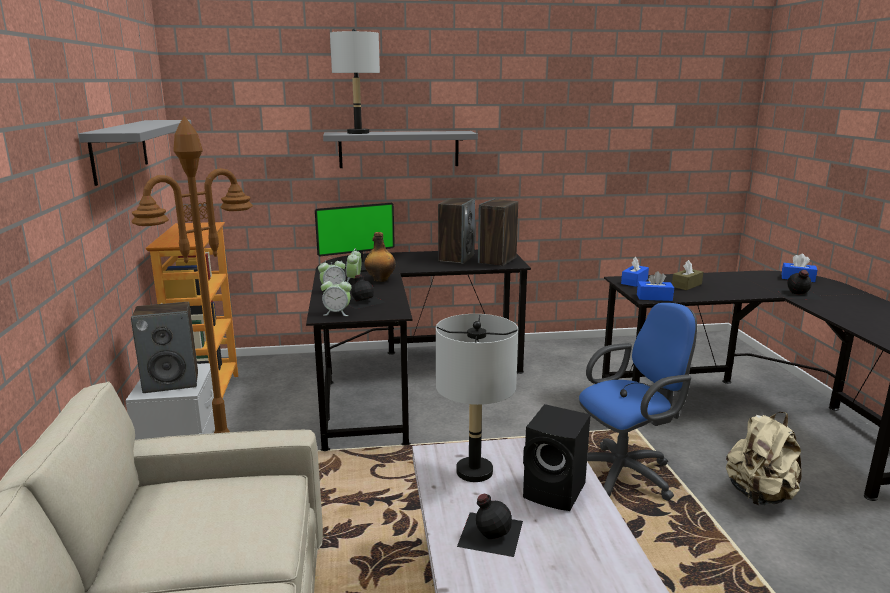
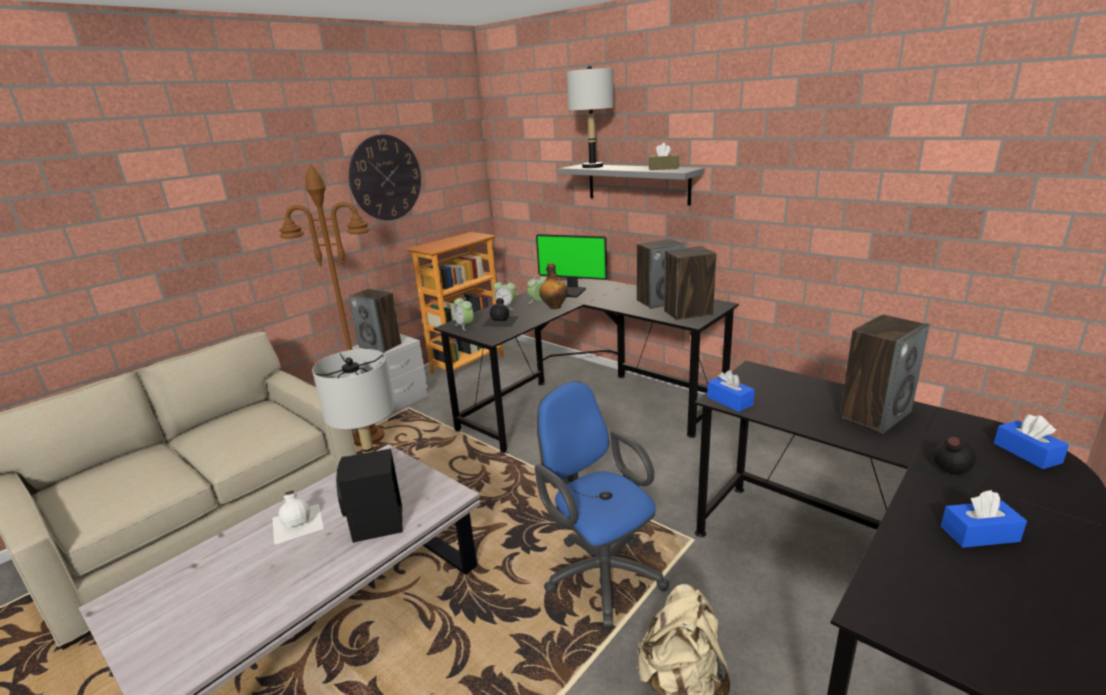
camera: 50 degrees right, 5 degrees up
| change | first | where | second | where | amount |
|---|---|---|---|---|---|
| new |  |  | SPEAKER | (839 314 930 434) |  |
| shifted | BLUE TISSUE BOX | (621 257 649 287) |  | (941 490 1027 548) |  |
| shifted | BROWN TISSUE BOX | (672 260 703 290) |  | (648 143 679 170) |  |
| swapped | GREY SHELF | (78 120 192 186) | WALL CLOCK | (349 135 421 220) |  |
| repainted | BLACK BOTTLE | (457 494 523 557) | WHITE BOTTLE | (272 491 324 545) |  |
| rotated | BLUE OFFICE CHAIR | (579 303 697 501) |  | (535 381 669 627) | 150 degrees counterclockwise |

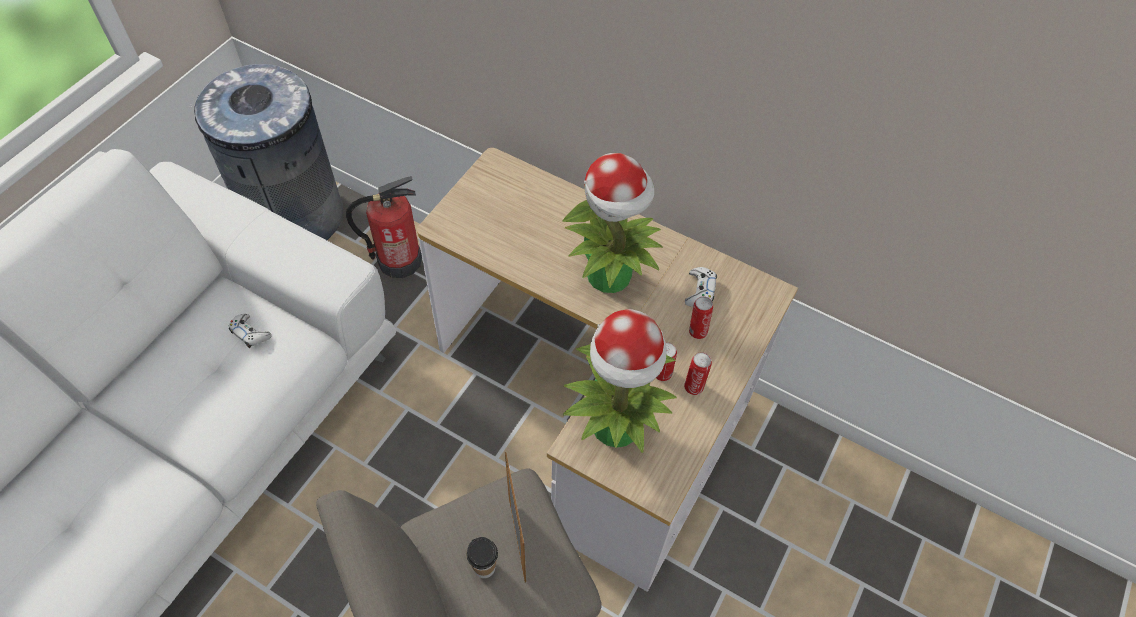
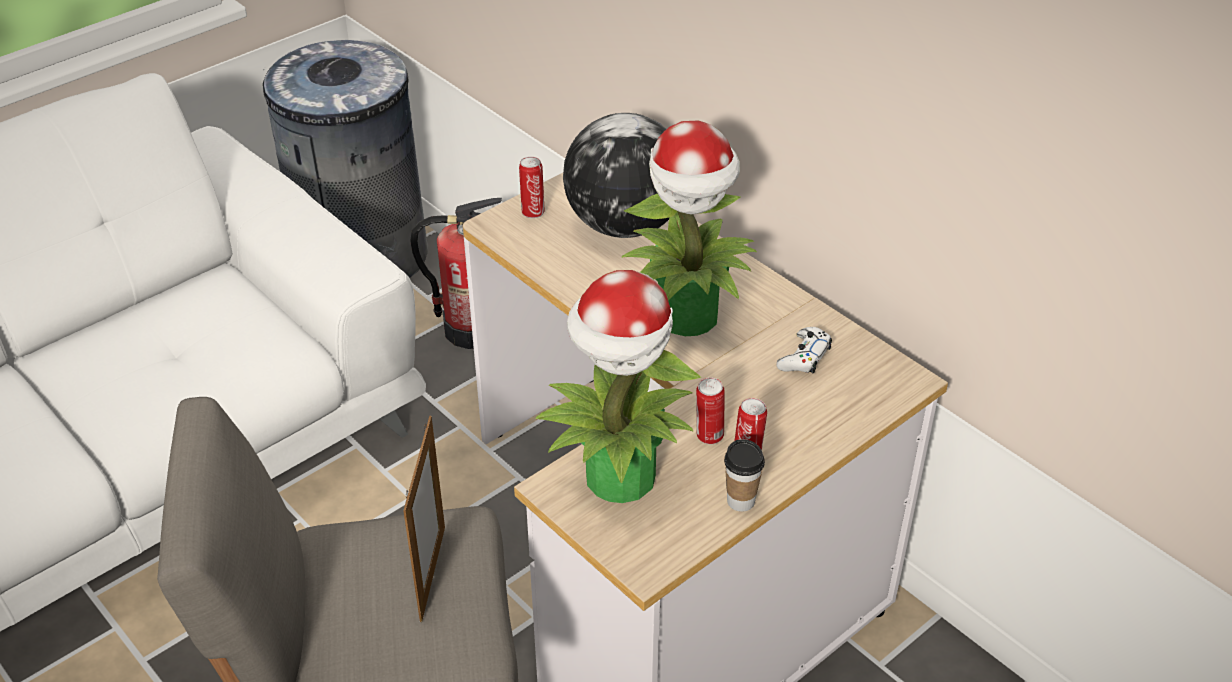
camera: 20 degrees right, 15 degrees down
| change | first | where | second | where | amount |
|---|---|---|---|---|---|
| gone | WHITE GAME CONTROLLER | (228 314 271 348) |  |  |  |
| new |  |  | GLOBE | (563 113 669 238) |  |
| shifted | CUP | (467 537 498 578) |  | (724 439 765 512) |  |
| shifted | CAN | (689 296 713 339) |  | (519 157 545 218) |  |

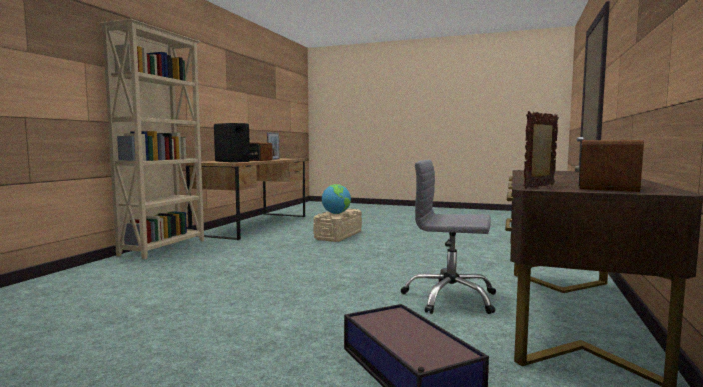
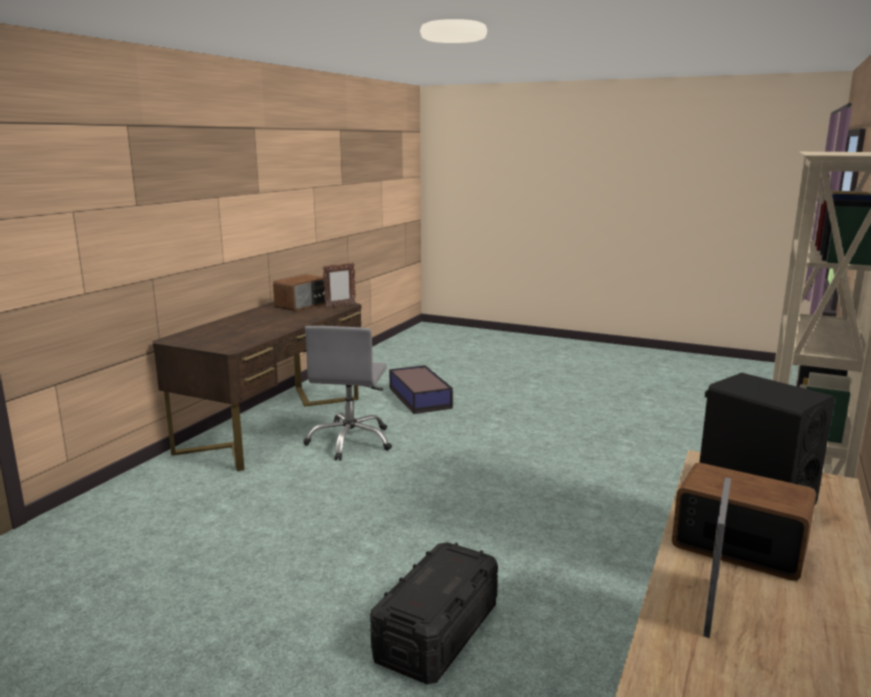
camera: 175 degrees left, 10 degrees up
| change | first | where | second | where | amount |
|---|---|---|---|---|---|
| gone | GLOBE | (322 184 351 214) |  |  |  |
| repainted | BEIGE STORAGE BOX | (313 209 362 242) | BLACK STORAGE BOX | (370 542 498 685) |  |
| rotated | GREY OFFICE CHAIR | (401 160 496 314) |  | (303 326 392 461) | 75 degrees clockwise |

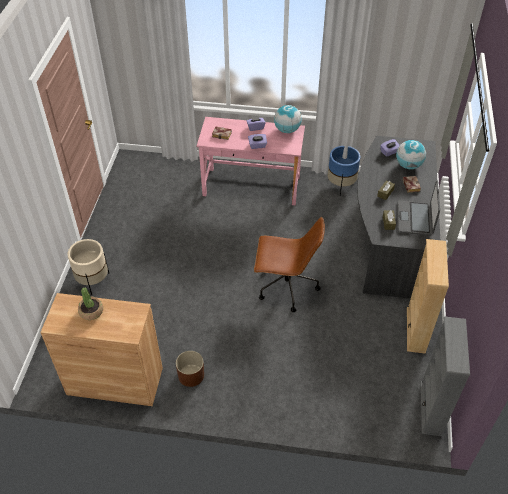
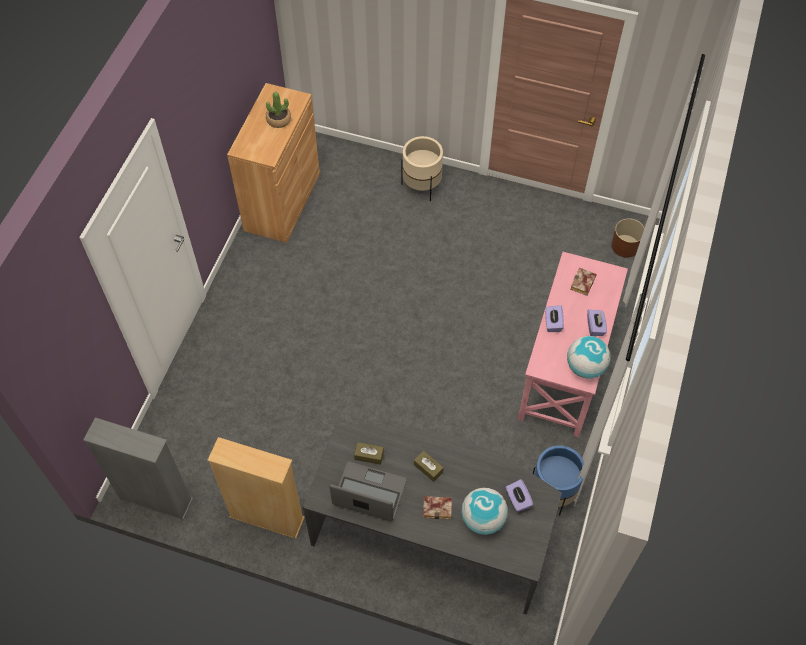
camera: 100 degrees right, 10 degrees up
| change | first | where | second | where | amount |
|---|---|---|---|---|---|
| gone | BROWN OFFICE CHAIR | (254 217 325 312) |  |  |  |
| shifted | BROWN PLANTER | (176 351 204 387) |  | (611 218 644 258) |  |

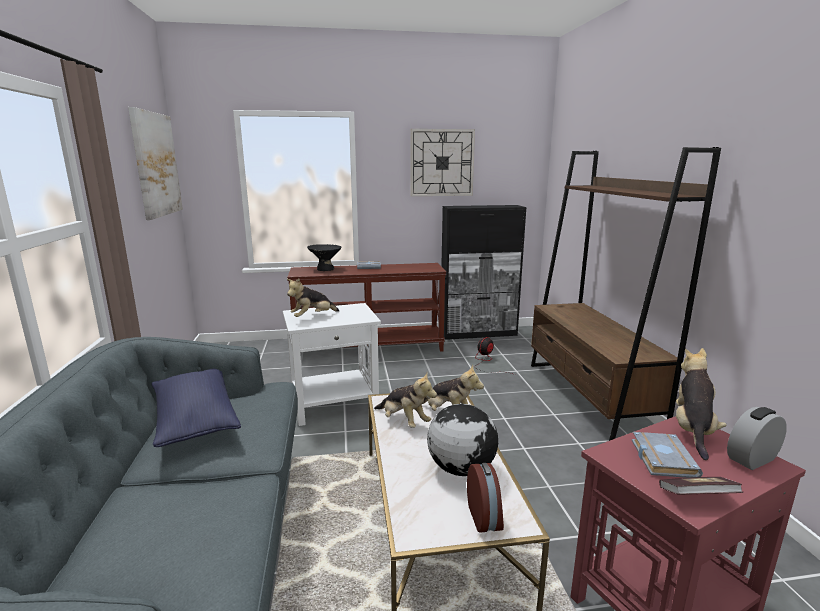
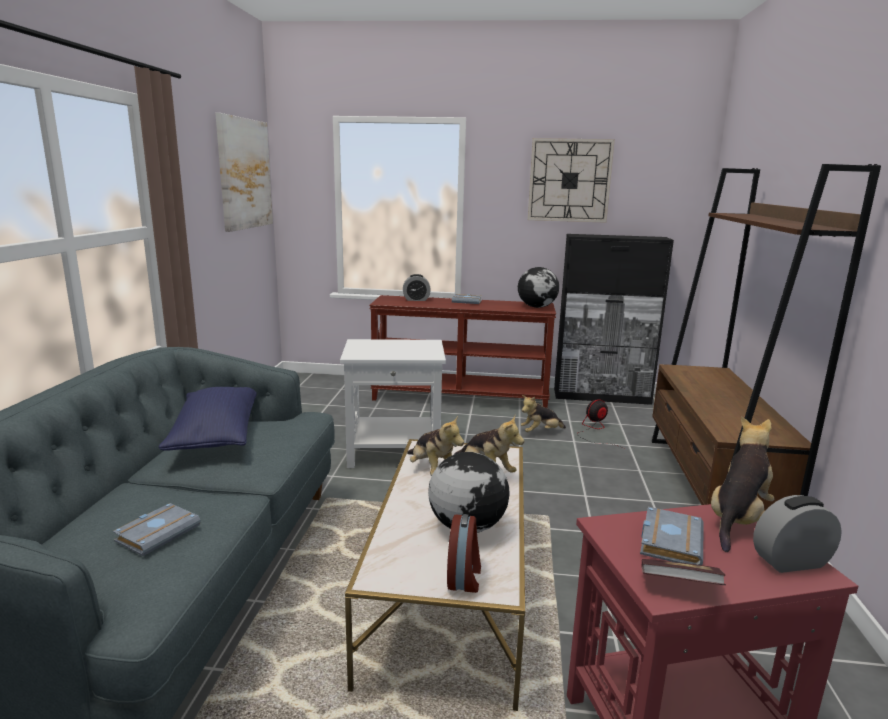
camera: 15 degrees right, 0 degrees up
| change | first | where | second | where | amount |
|---|---|---|---|---|---|
| new |  |  | GREY BOOK | (113 503 201 556) |  |
| new |  |  | GLOBE | (518 267 559 308) |  |
| shifted | PLUSH TOY | (287 278 340 317) |  | (520 395 566 432) |  |
| swapped | BLACK BOWL | (307 244 341 271) | ALARM CLOCK | (403 274 431 301) |  |

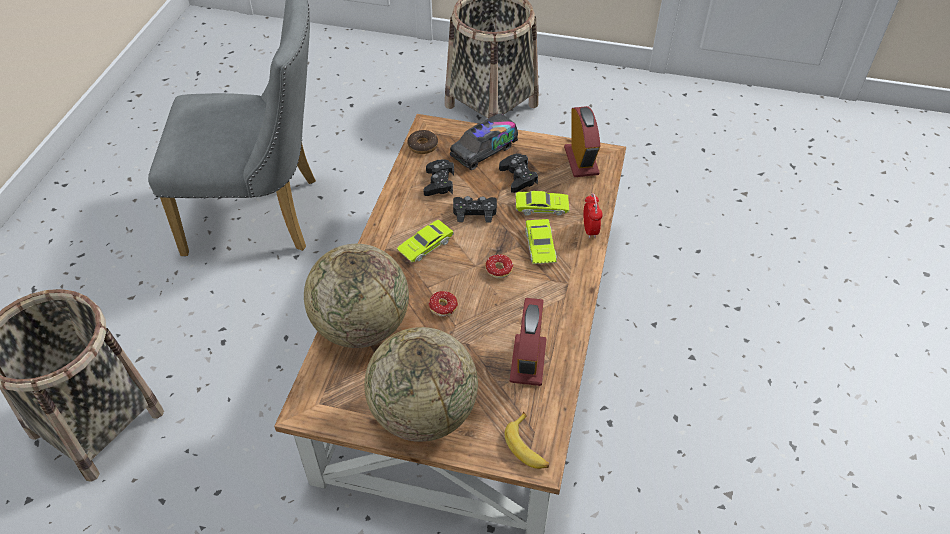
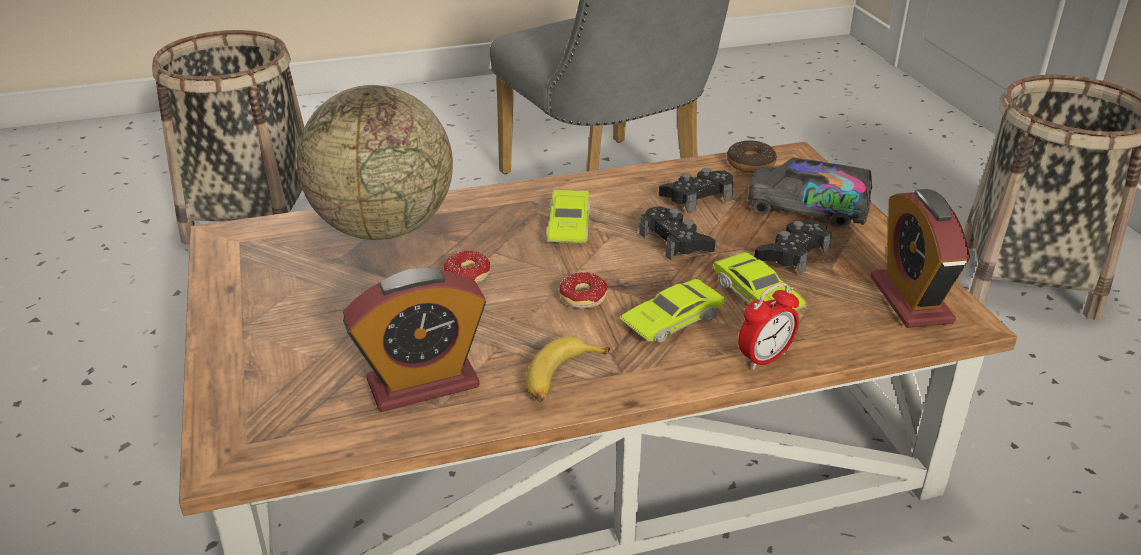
camera: 60 degrees right, 15 degrees down
| change | first | where | second | where | amount |
|---|---|---|---|---|---|
| gone | GLOBE | (364 327 478 442) |  |  |  |
| shifted | BANANA | (504 412 549 469) |  | (526 336 610 402) |  |
| rotated | GREEN TOY CAR | (397 220 454 263) |  | (546 190 590 243) | 105 degrees counterclockwise |
| rotated | ALARM CLOCK | (564 106 600 177) |  | (870 189 970 328) | 120 degrees clockwise |

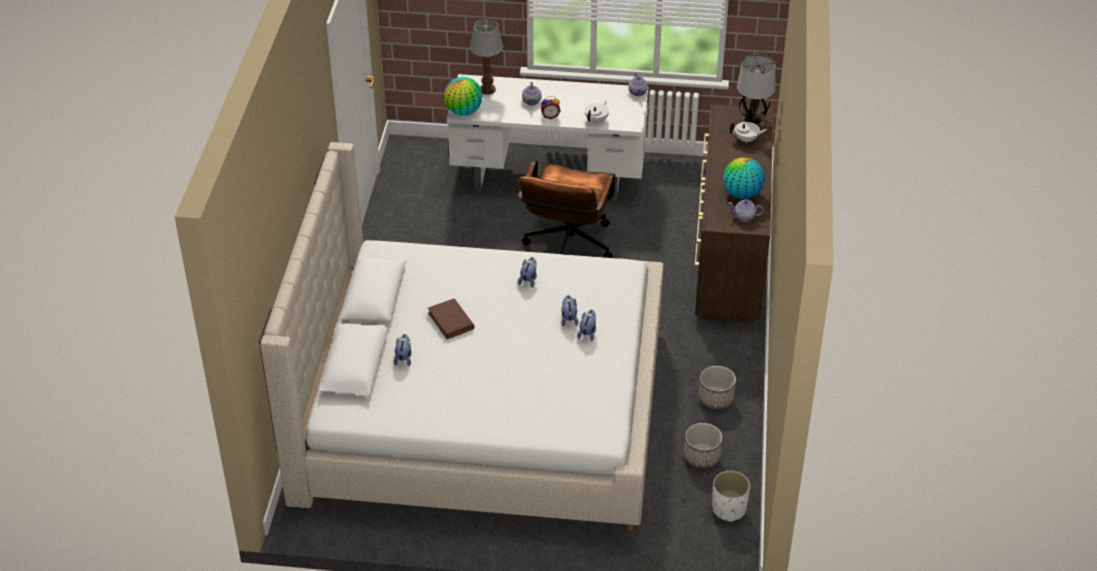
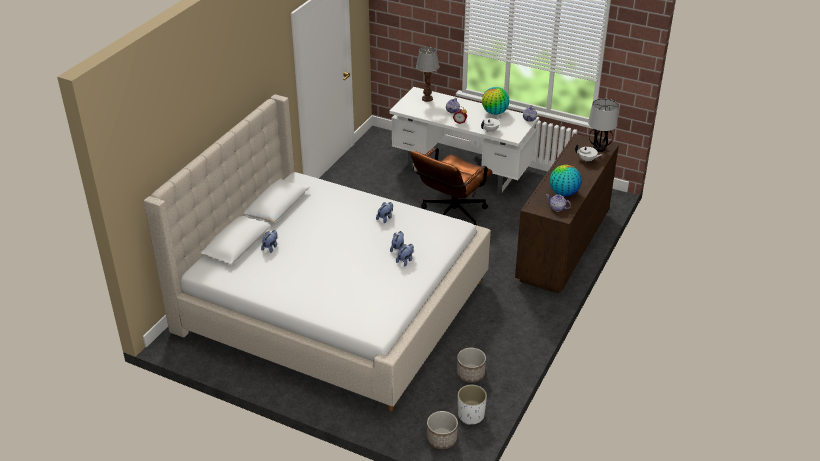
camera: 20 degrees right, 5 degrees down
| change | first | where | second | where | amount |
|---|---|---|---|---|---|
| gone | BROWN BOOK | (428 299 475 339) |  |  |  |
| shifted | GLOBE | (444 77 483 116) |  | (482 87 509 115) |  |
| shifted | PLANTER | (699 366 736 409) |  | (427 411 458 449) |  |

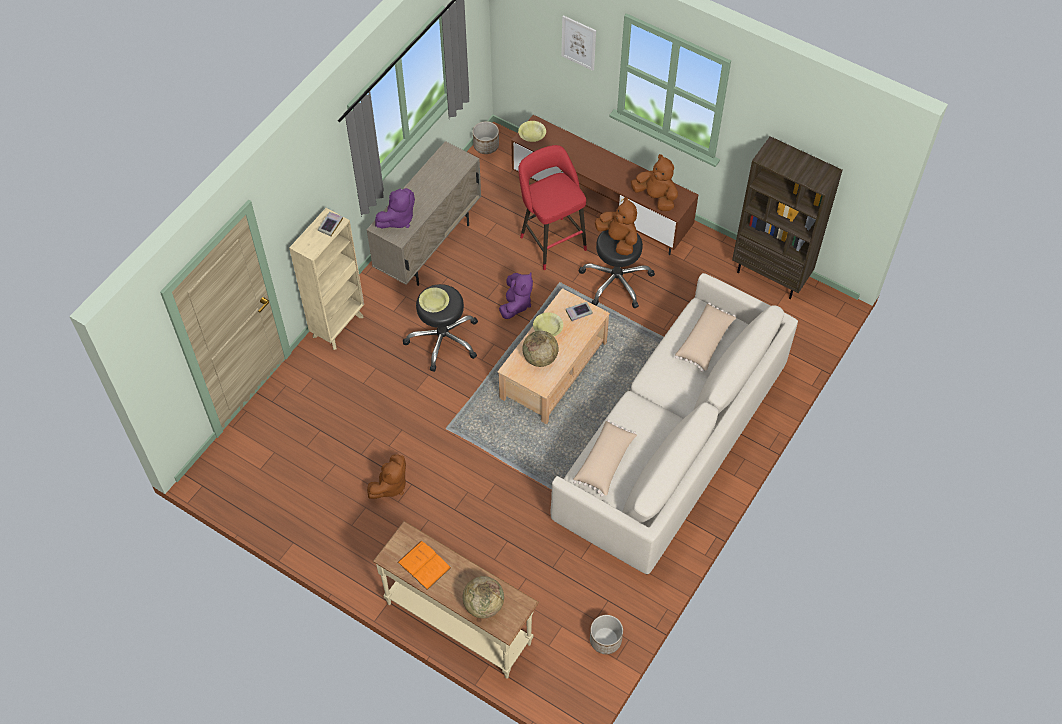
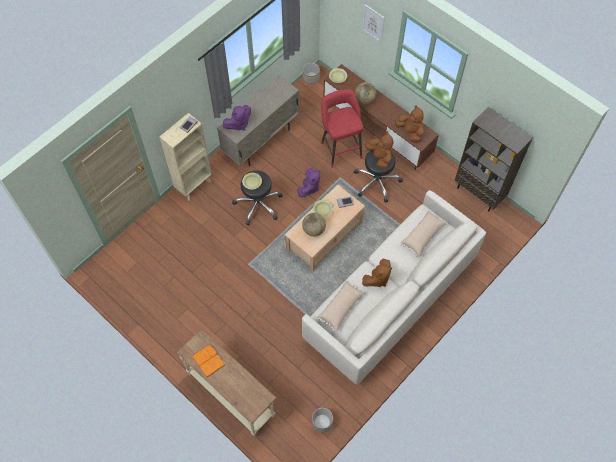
camera: 10 degrees right, 5 degrees up
| change | first | where | second | where | amount |
|---|---|---|---|---|---|
| shifted | BROWN PLUSH TOY | (367 454 406 499) |  | (362 259 392 287) |  |
| shifted | GLOBE | (463 576 504 618) |  | (355 82 377 104) |  |

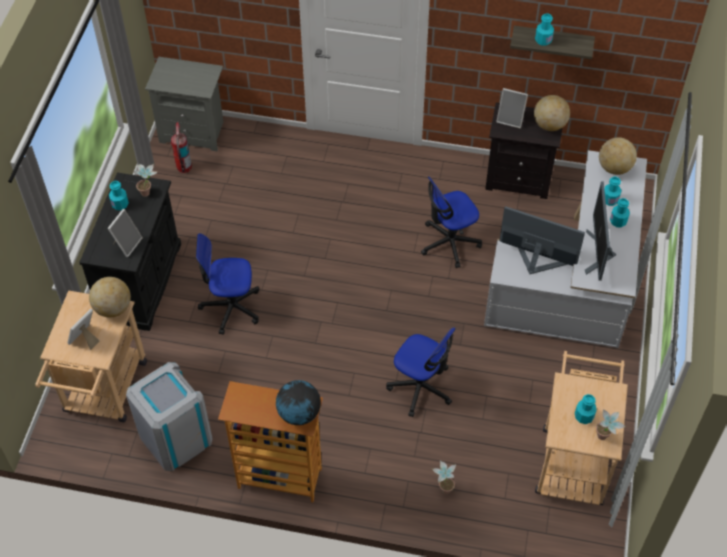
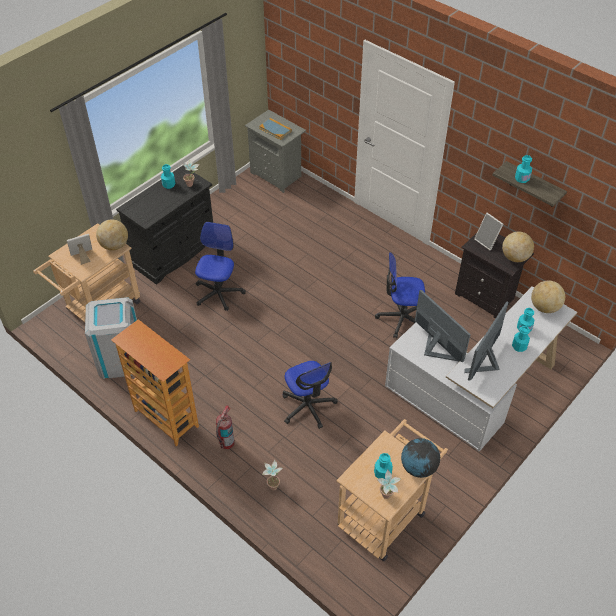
camera: 30 degrees right, 5 degrees down
| change | first | where | second | where | amount |
|---|---|---|---|---|---|
| gone | PICTURE FRAME | (108 209 143 257) |  |  |  |
| new |  |  | BOOK | (259 118 292 140) |  |
| shifted | FIRE EXTINGUISHER | (171 122 192 173) |  | (216 405 234 449) |  |
| shifted | GLOBE | (276 380 321 425) |  | (401 438 440 478) |  |
| rotated | OFFICE CHAIR | (196 233 259 335) |  | (195 222 246 311) | 75 degrees clockwise |

